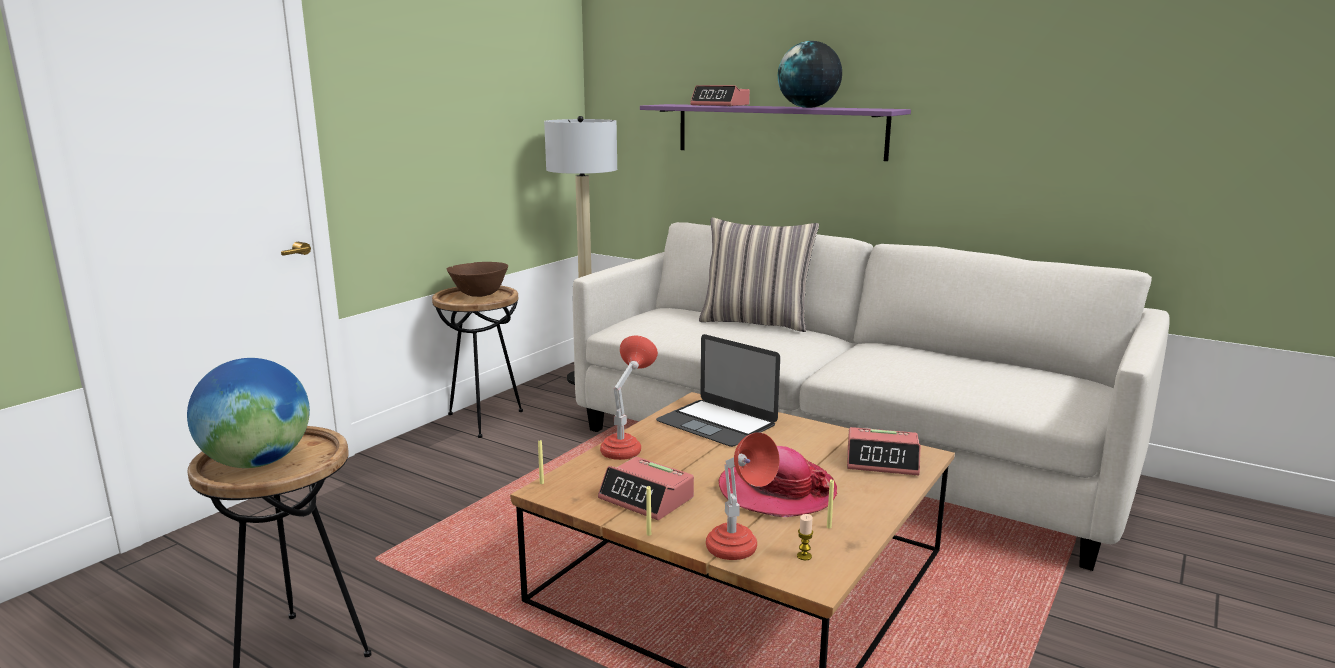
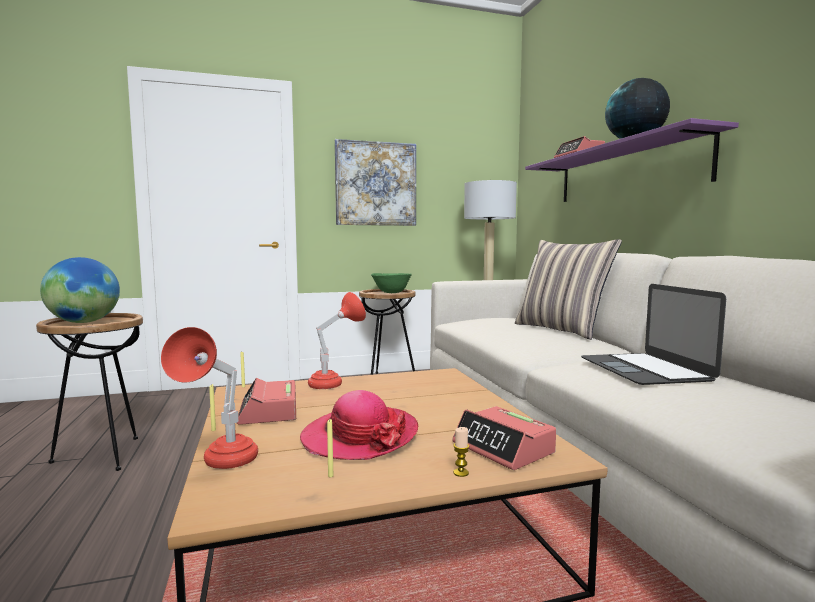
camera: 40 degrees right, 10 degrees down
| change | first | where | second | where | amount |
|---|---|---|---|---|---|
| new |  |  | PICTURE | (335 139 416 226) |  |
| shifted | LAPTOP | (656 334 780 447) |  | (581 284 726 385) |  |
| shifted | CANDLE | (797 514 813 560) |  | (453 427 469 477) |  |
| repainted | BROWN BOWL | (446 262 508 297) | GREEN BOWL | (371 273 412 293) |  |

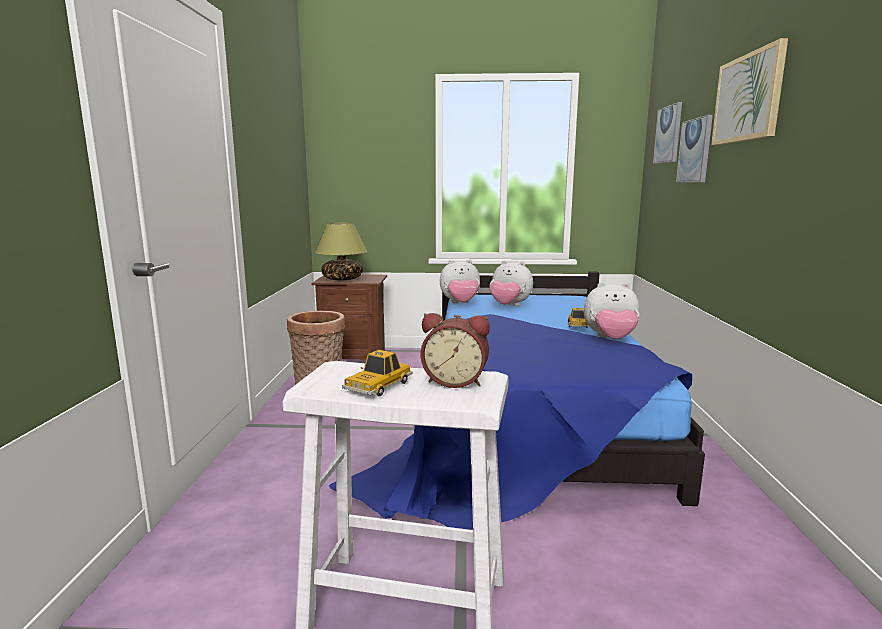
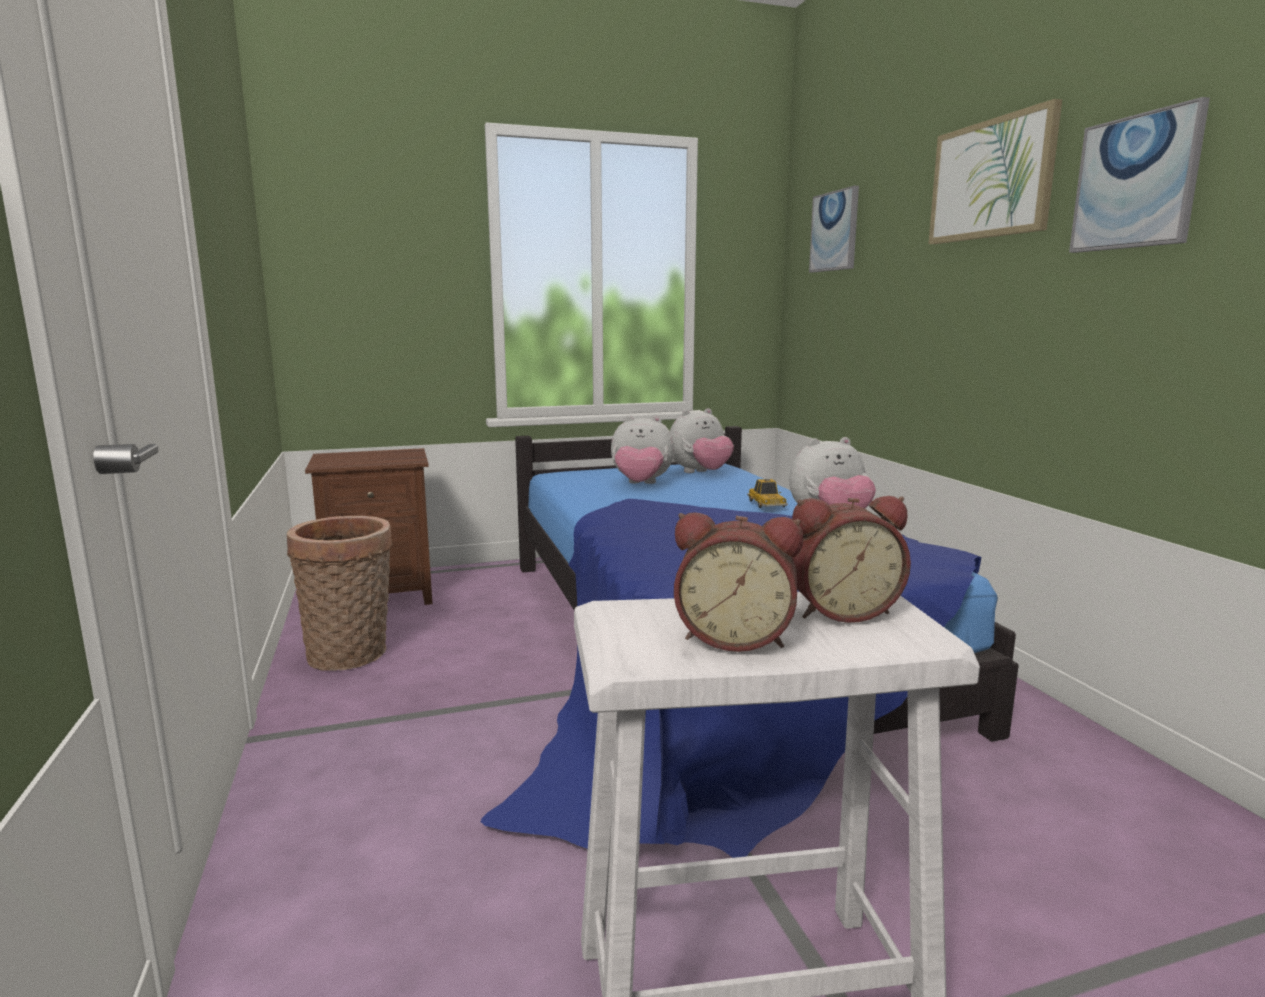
camera: 20 degrees left, 0 degrees up
| change | first | where | second | where | amount |
|---|---|---|---|---|---|
| gone | TABLE LAMP | (315 223 367 280) |  |  |  |
| shifted | PLUSH TOY | (440 260 480 303) |  | (670 408 734 473) |  |
| shifted | PICTURE | (676 115 713 183) |  | (1069 97 1210 253) |  |
| swapped | TOY CAR | (342 350 413 396) | ALARM CLOCK | (674 512 803 652) |  |

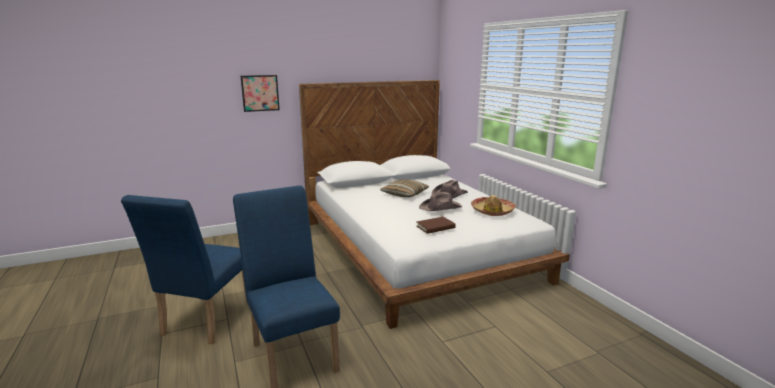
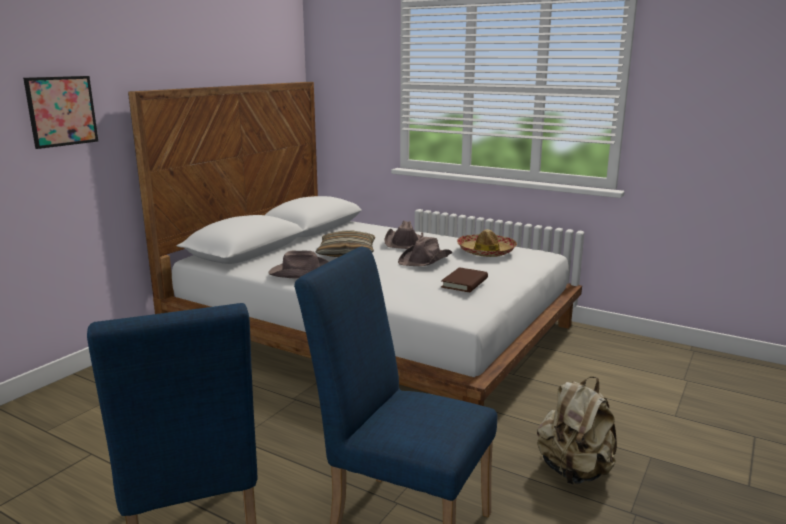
camera: 35 degrees left, 0 degrees up
| change | first | where | second | where | amount |
|---|---|---|---|---|---|
| new |  |  | BROWN HAT | (268 251 329 279) |  |
| new |  |  | BEIGE BACKPACK | (537 377 617 485) |  |

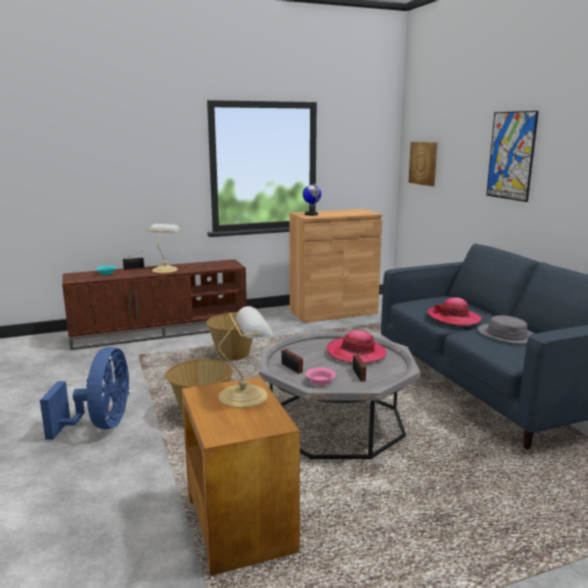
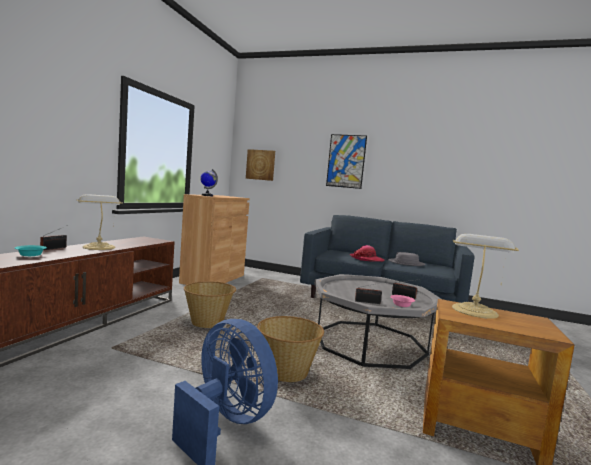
camera: 50 degrees left, 10 degrees down
| change | first | where | second | where | amount |
|---|---|---|---|---|---|
| gone | HAT | (327 330 387 363) |  |  |  |

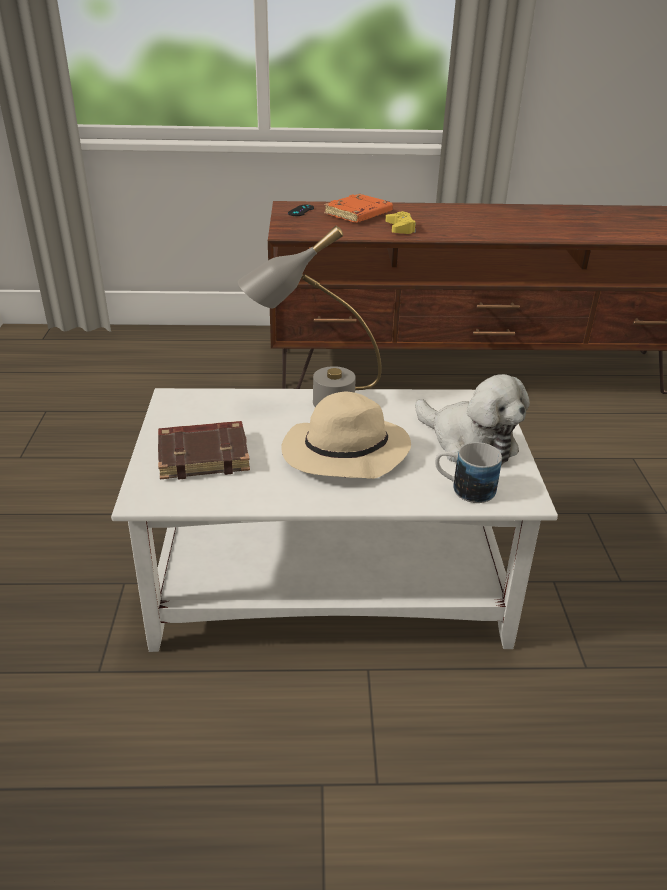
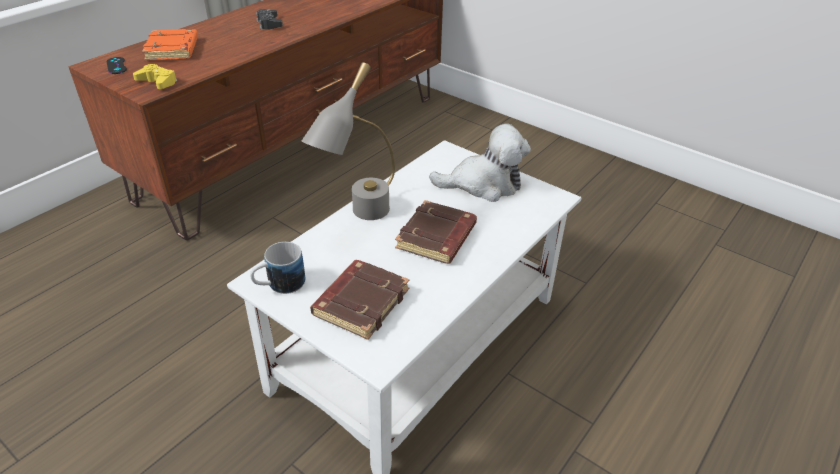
camera: 50 degrees left, 5 degrees up
| change | first | where | second | where | amount |
|---|---|---|---|---|---|
| new |  |  | BLACK GAME CONTROLLER | (256 9 283 30) |  |
| shifted | YELLOW GAME CONTROLLER | (385 211 416 234) |  | (133 64 177 89) |  |
| shifted | MUG | (435 442 502 503) |  | (250 242 305 294) |  |
| swapped | BEIGE HAT | (281 392 411 479) | BROWN BOOK | (395 200 477 264) |  |

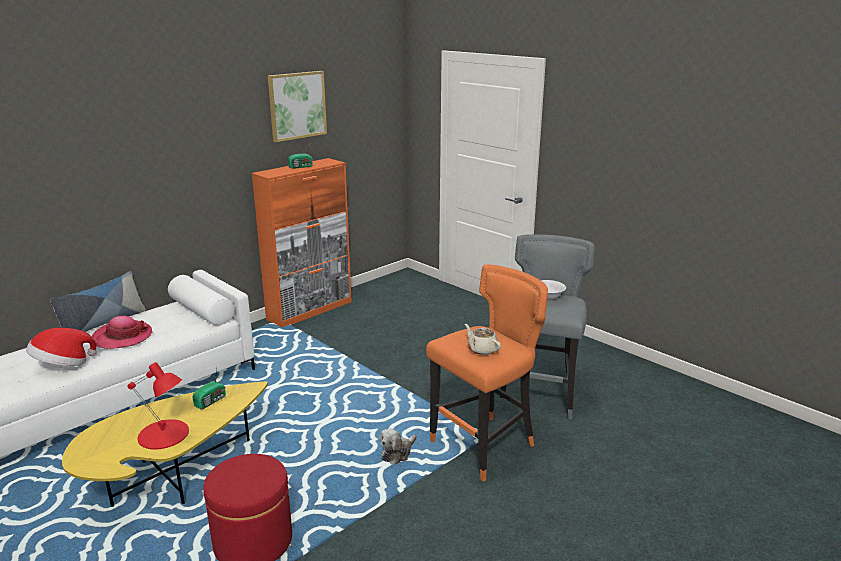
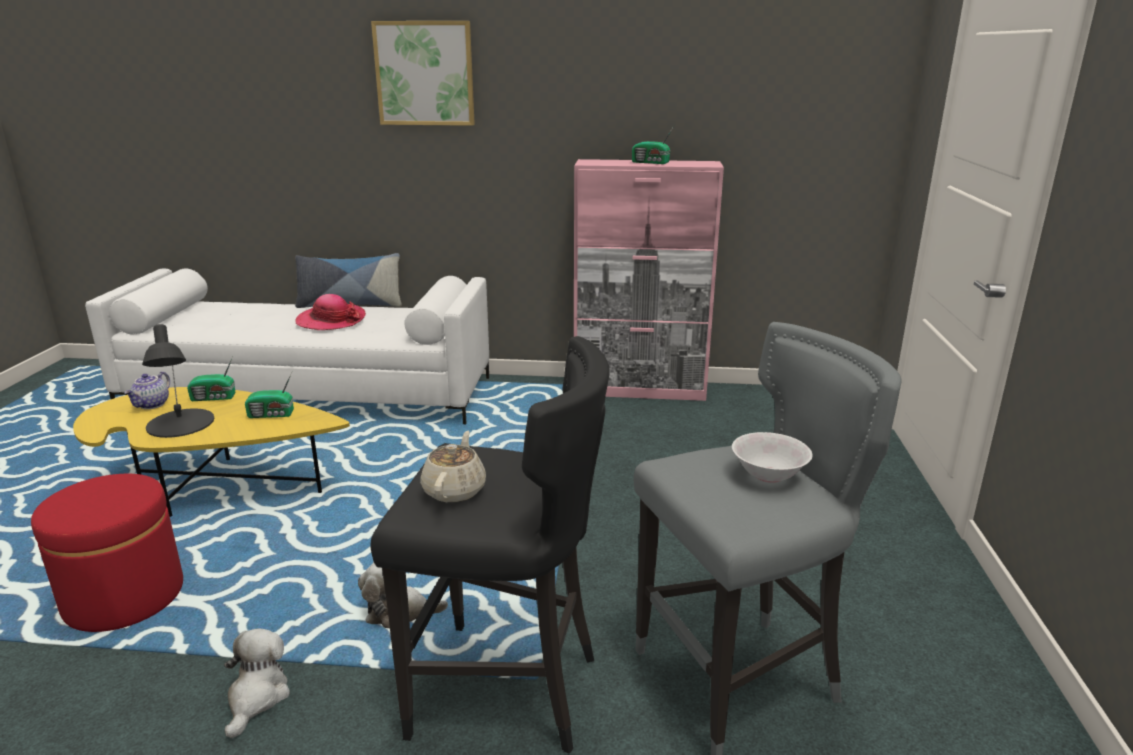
camera: 50 degrees right, 0 degrees up
| change | first | where | second | where | amount |
|---|---|---|---|---|---|
| gone | HAT | (26 328 97 366) |  |  |  |
| new |  |  | TEAPOT | (124 371 170 409) |  |
| new |  |  | RADIO | (187 356 235 401) |  |
| new |  |  | PLUSH TOY | (224 628 290 738) |  |
| shifted | PICTURE | (268 71 327 142) |  | (371 21 475 126) |  |
| repainted | RED TABLE LAMP | (127 362 189 449) | BLACK TABLE LAMP | (142 324 214 438) |  |
| repainted | ORANGE CABINET | (252 158 352 328) | PINK CABINET | (574 159 724 401) |  |
| repainted | ORANGE STOOL | (426 264 548 482) | BLACK STOOL | (371 336 610 754) |  |

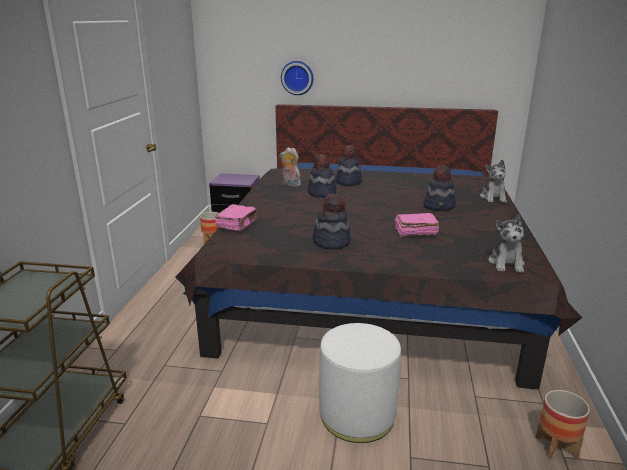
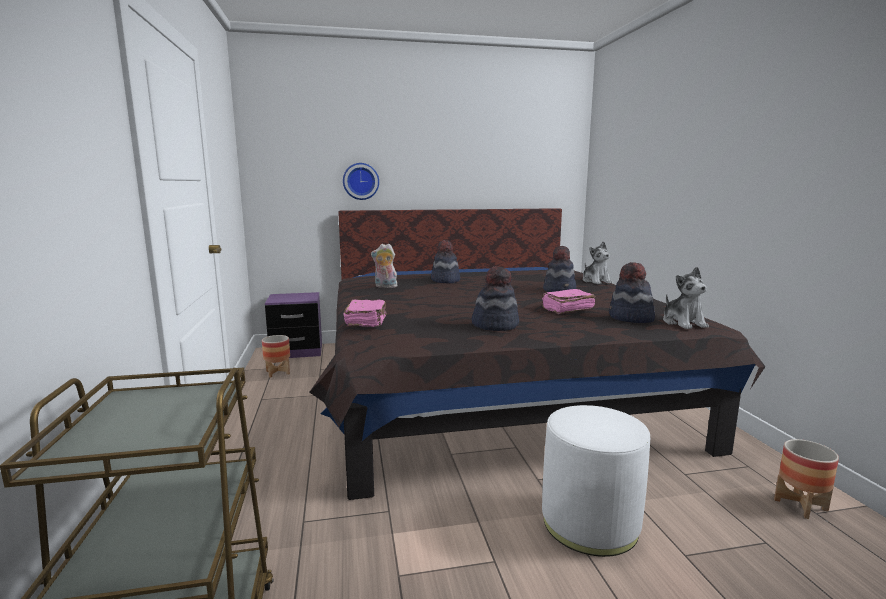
camera: 20 degrees left, 10 degrees down
| change | first | where | second | where | amount |
|---|---|---|---|---|---|
| shifted | HAT | (308 154 336 198) |  | (609 262 655 323) |  |

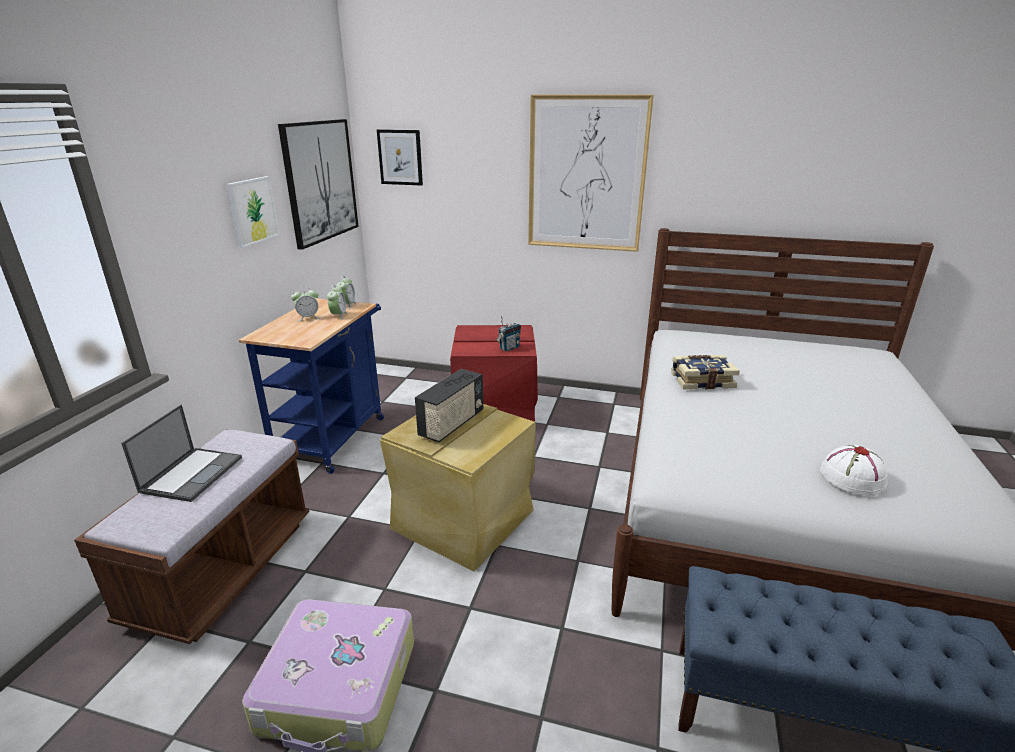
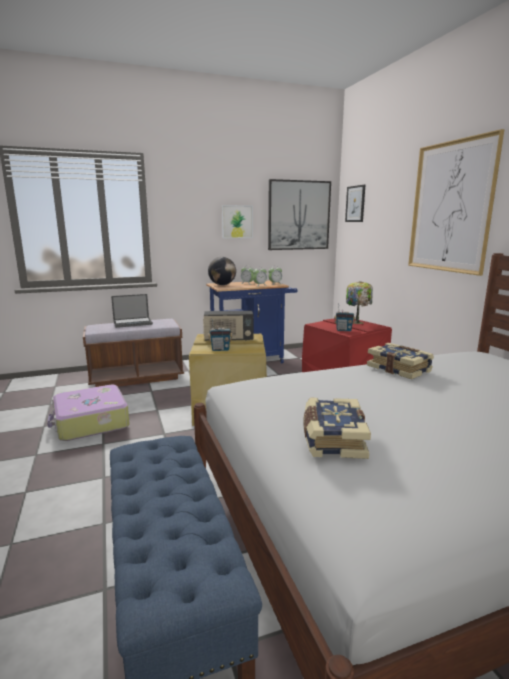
camera: 55 degrees right, 10 degrees down
| change | first | where | second | where | amount |
|---|---|---|---|---|---|
| new |  |  | GLOBE | (208 257 236 285) |  |
| new |  |  | RADIO | (208 318 233 351) |  |
| new |  |  | TABLE LAMP | (346 281 373 324) |  |
| swapped | WHITE HAT | (820 445 887 496) | BOOK | (303 398 371 459) |  |

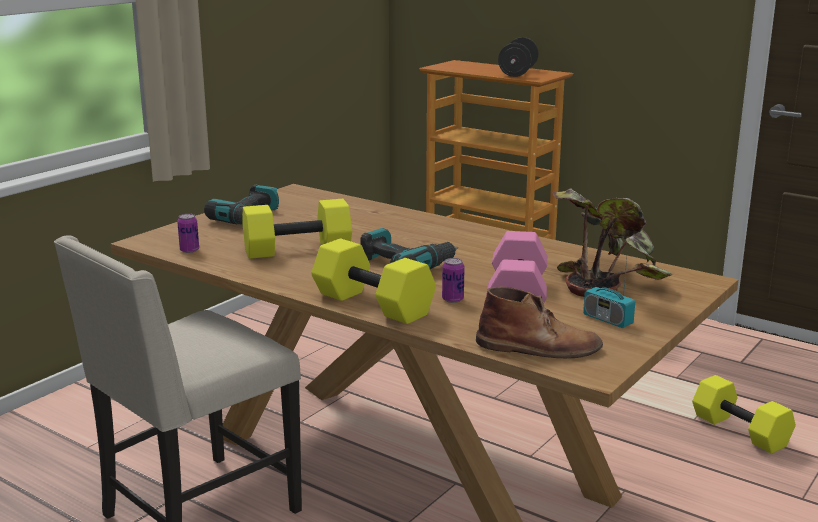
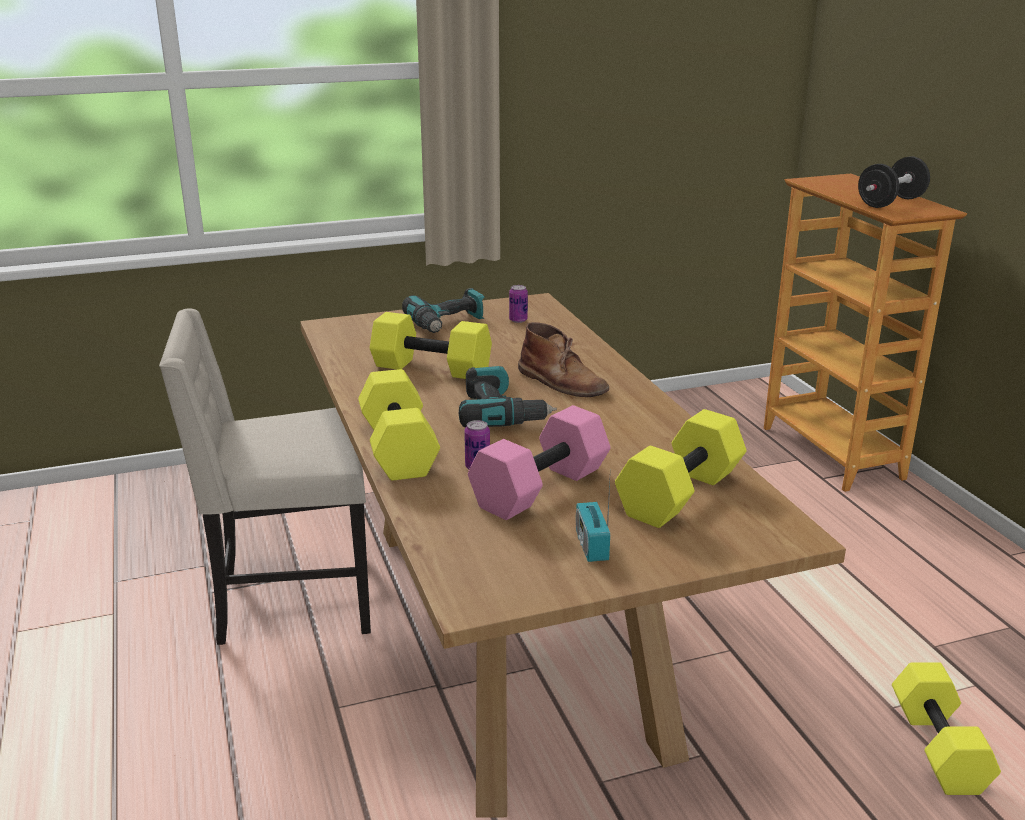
camera: 35 degrees right, 5 degrees up
| change | first | where | second | where | amount |
|---|---|---|---|---|---|
| shifted | CAN | (177 214 199 253) |  | (509 285 528 323) |  |
| shifted | BROWN BOOT | (476 286 603 358) |  | (518 322 609 397) |  |
| swapped | POTTED PLANT | (552 189 673 297) | YELLOW DUMBBELL | (615 409 746 528) |  |

